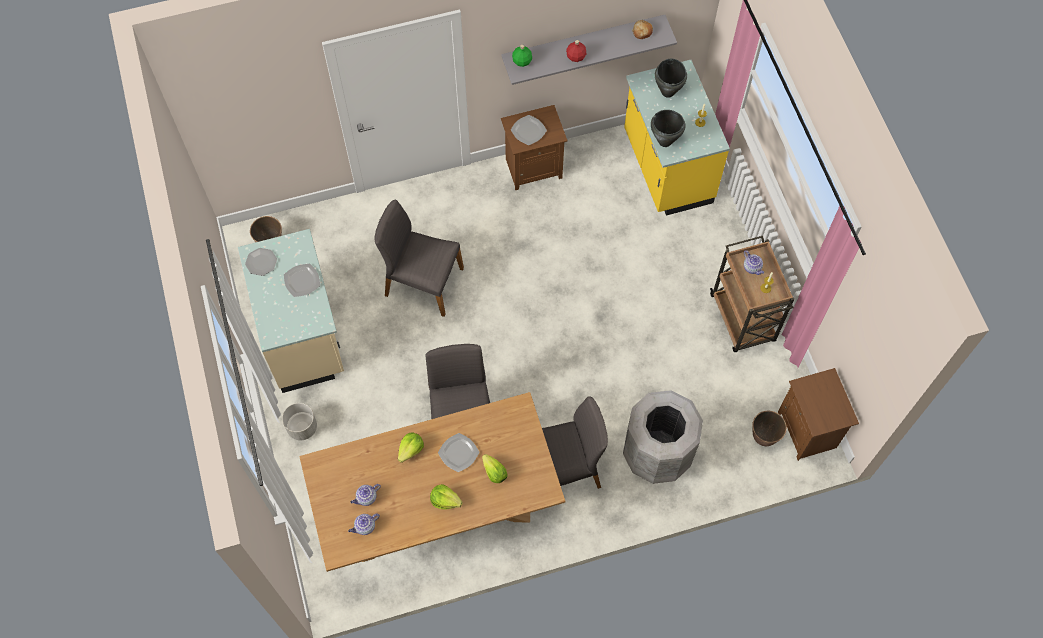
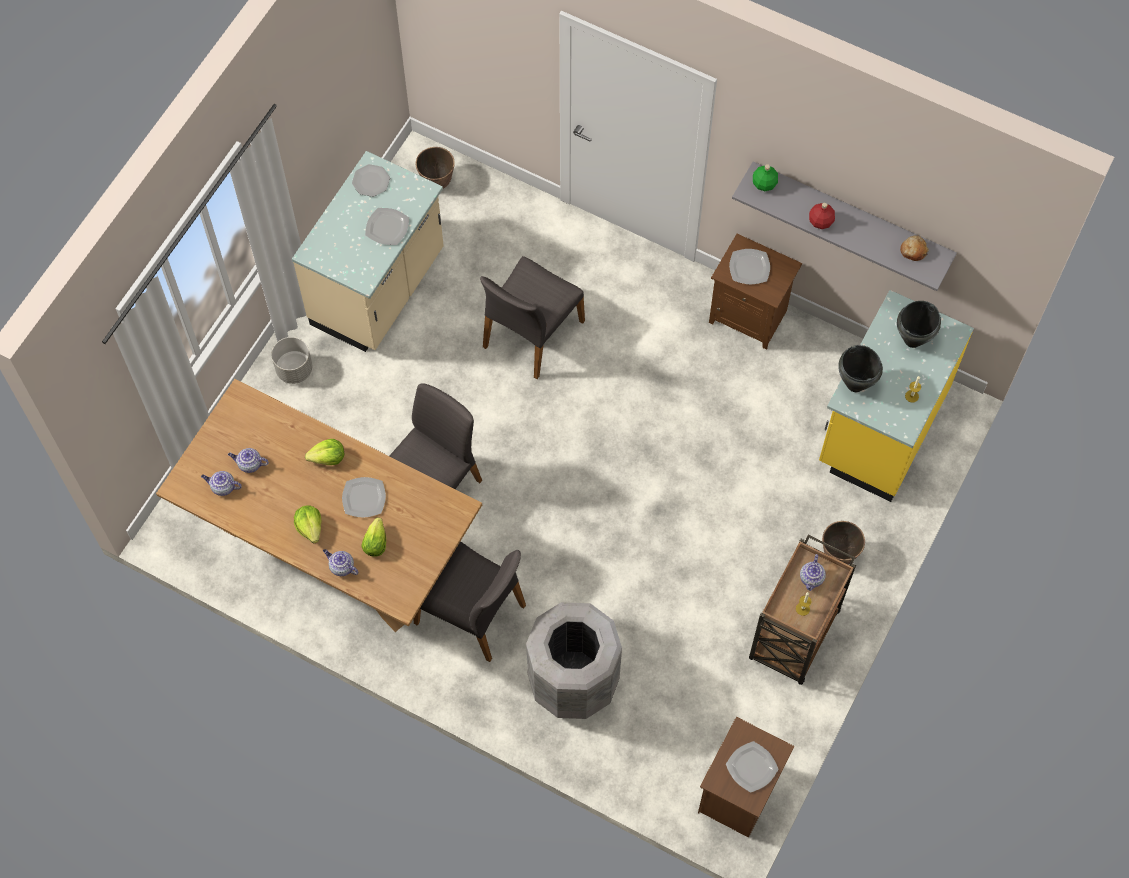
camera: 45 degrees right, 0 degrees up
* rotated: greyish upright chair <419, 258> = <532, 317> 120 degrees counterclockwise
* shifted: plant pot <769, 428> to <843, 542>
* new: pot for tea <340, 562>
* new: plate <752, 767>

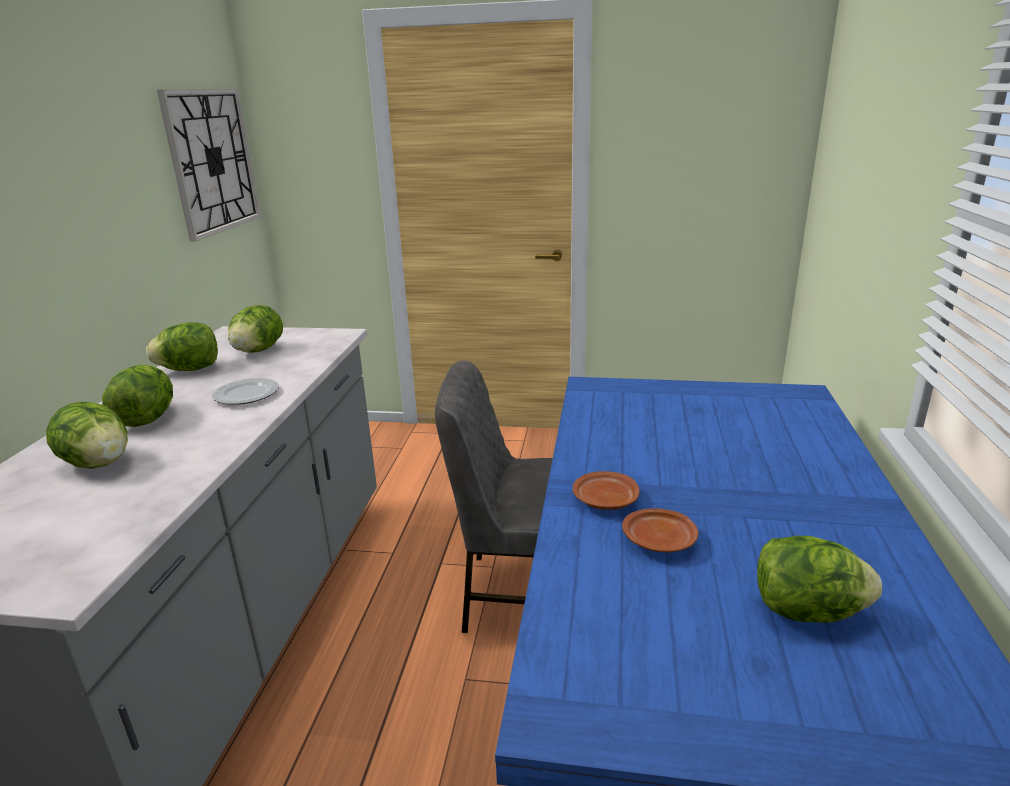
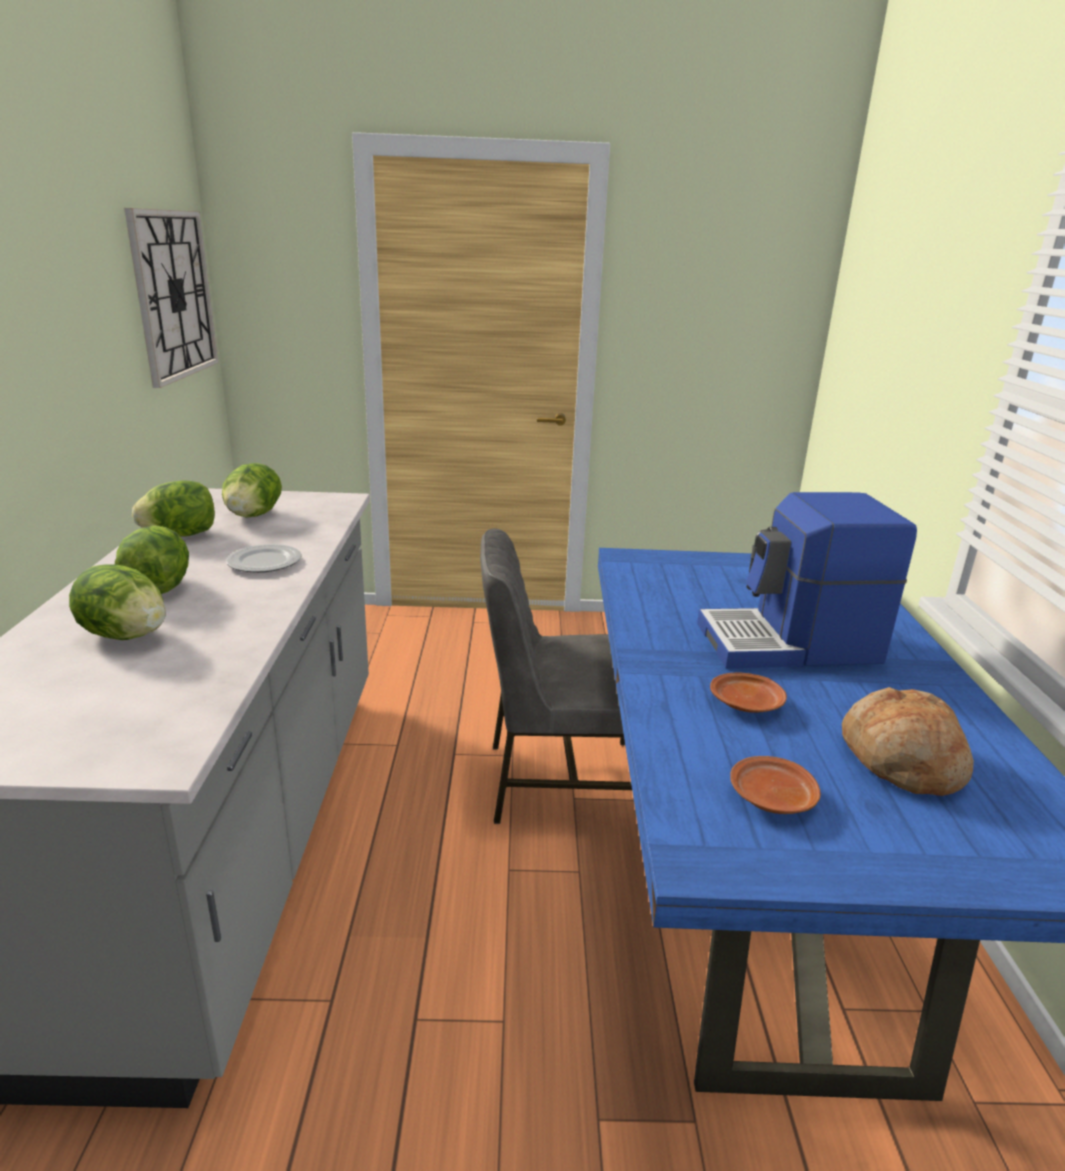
camera: 10 degrees left, 0 degrees up
* shifted: brown-coloured plate <606, 490> to <775, 785>
* swapped: lettuce <819, 579> to bread <908, 741>
* new: coffee machine <807, 580>

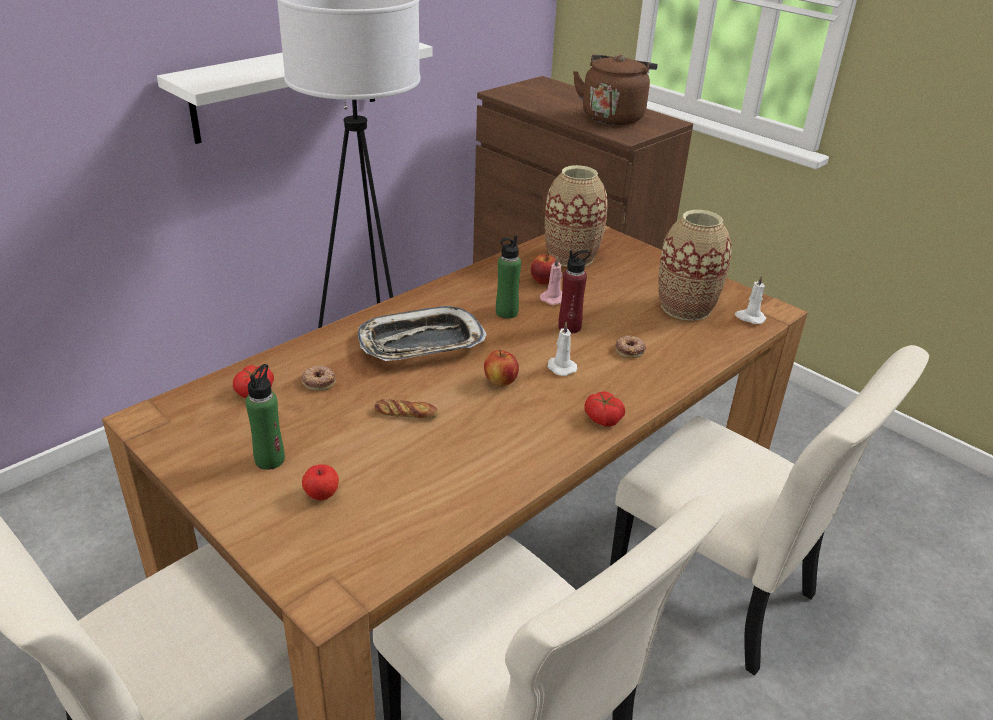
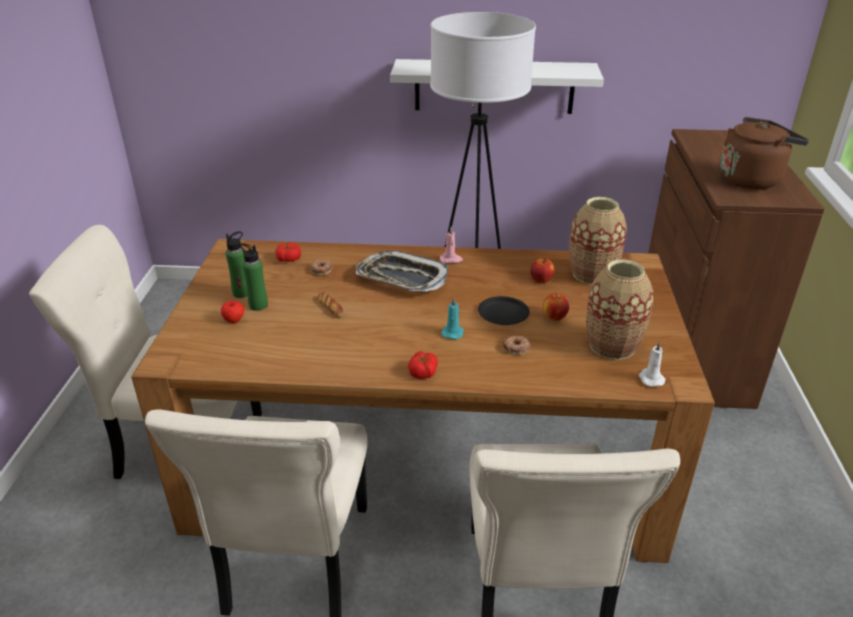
camera: 50 degrees right, 0 degrees up
* shifted: green-coloured bottle <508, 277> to <254, 277>
* swapped: red-coloured bottle <574, 292> to black-coloured plate <504, 310>
* shifted: pink-coloured wax candle <551, 280> to <451, 245>
* repainted: white wax candle <562, 349> to turquoise wax candle <452, 318>
* shifted: whole apple <501, 368> to <555, 307>

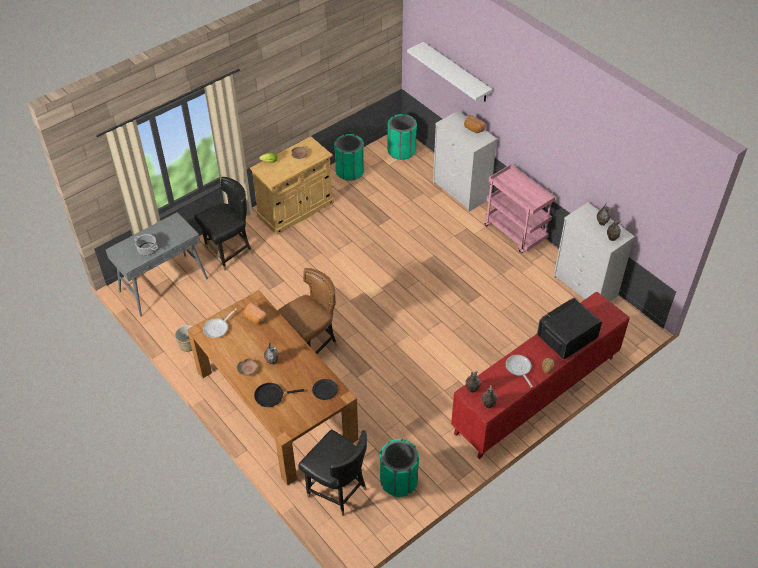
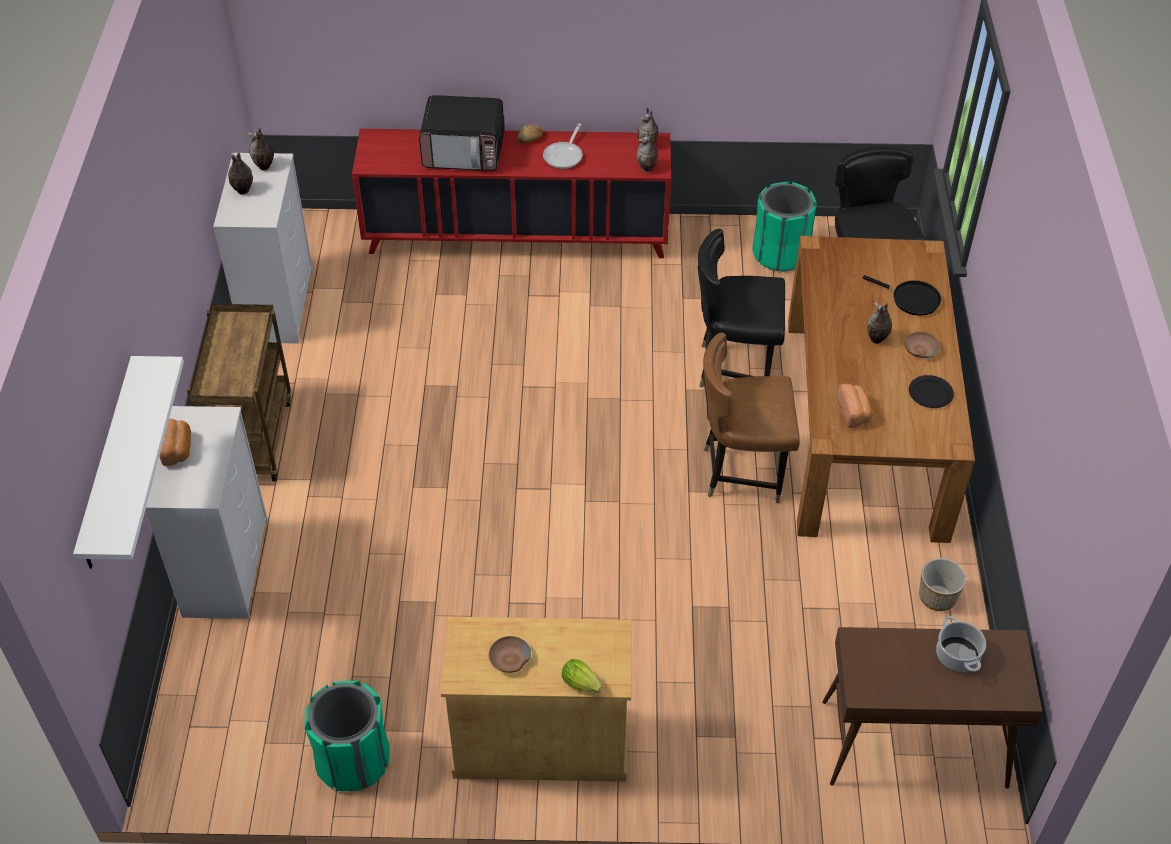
camera: 140 degrees left, 0 degrees up
* gone: green-coloured waste bin <402, 137>
* repainted: pink-coloured cart <520, 208> to brown-coloured cart <239, 392>
* shifted: black-coloured upright chair <223, 224> to <741, 308>
* repainted: greyish narrow table <157, 264> to brown-coloured narrow table <932, 708>
* gone: pan <220, 323>
* shifted: black-coloured plate <325, 389> to <931, 391>

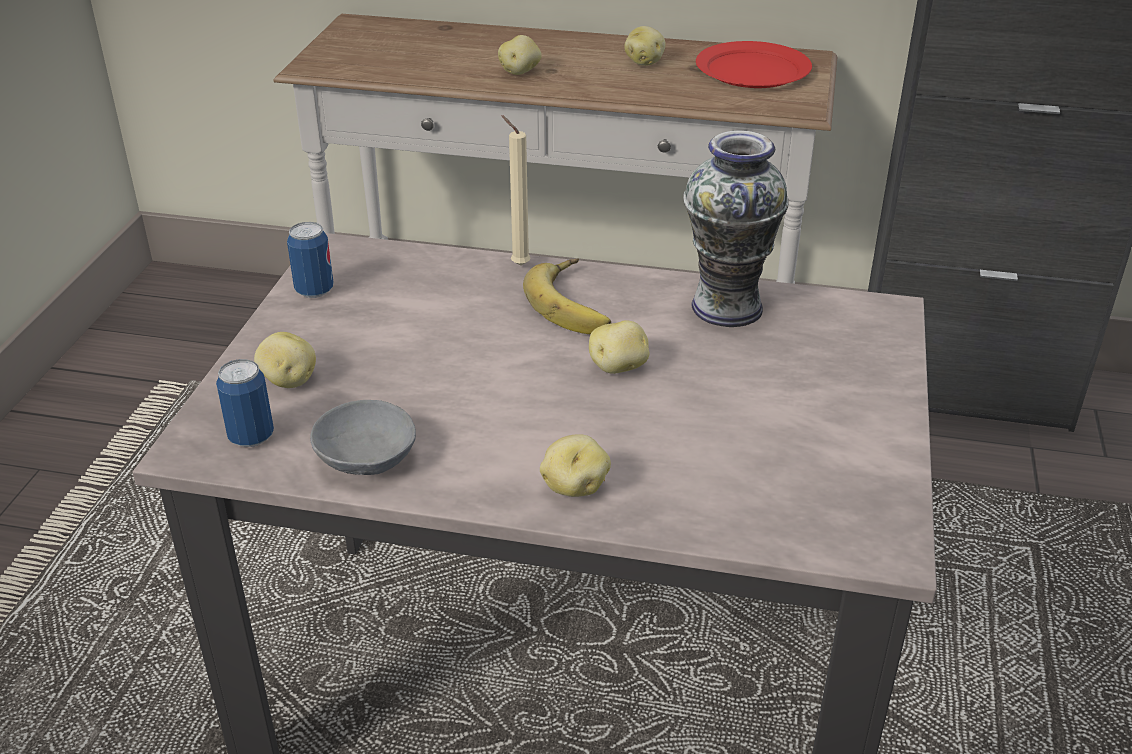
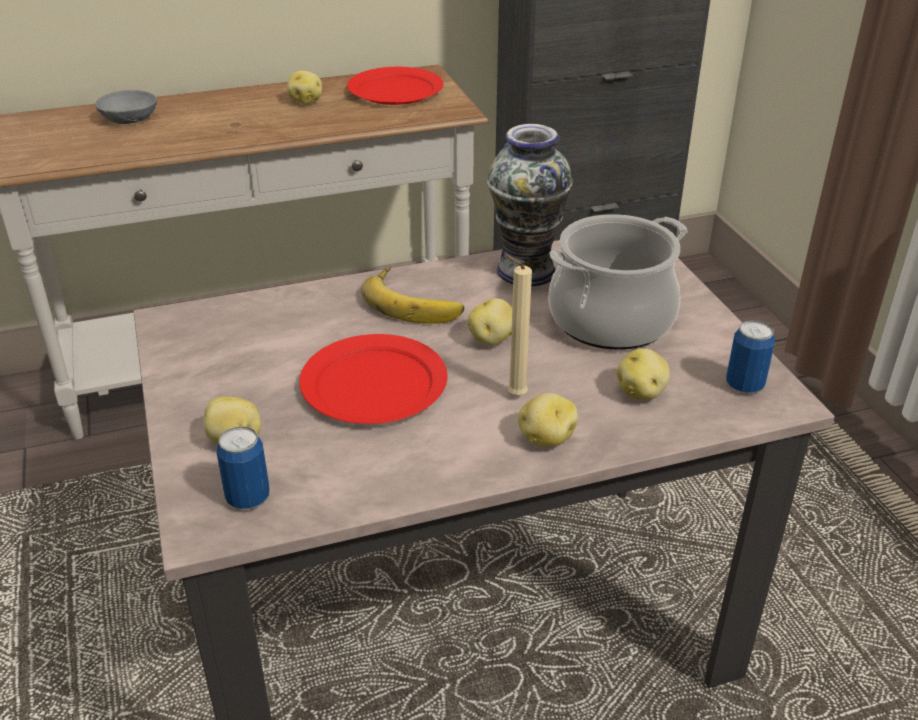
camera: 30 degrees left, 0 degrees up
* shifted: potato <520, 55> to <643, 374>
* shifted: beige wax candle <516, 190> to <518, 325>
* shifted: metal can <310, 260> to <750, 357>
* shifted: greyish bowl <363, 437> to <126, 107>
* new: cooking pot <618, 282>
* new: red-coloured plate <373, 379>

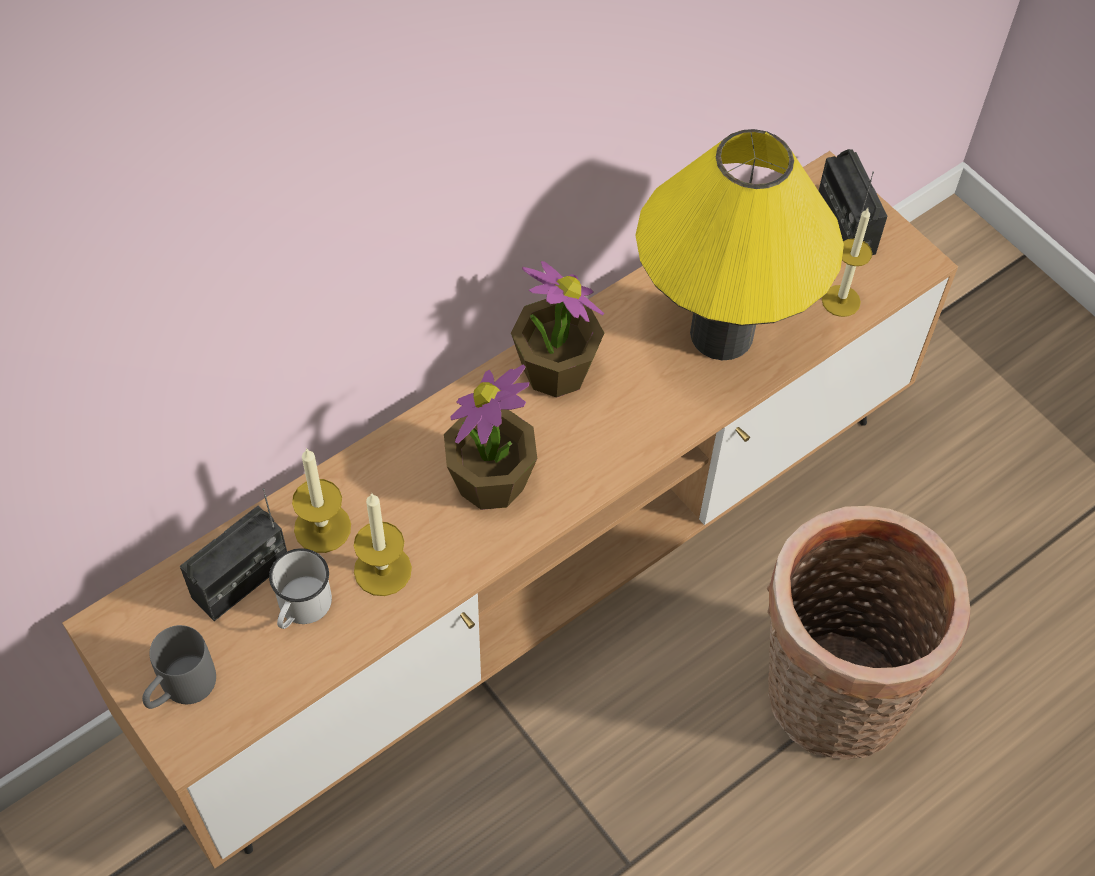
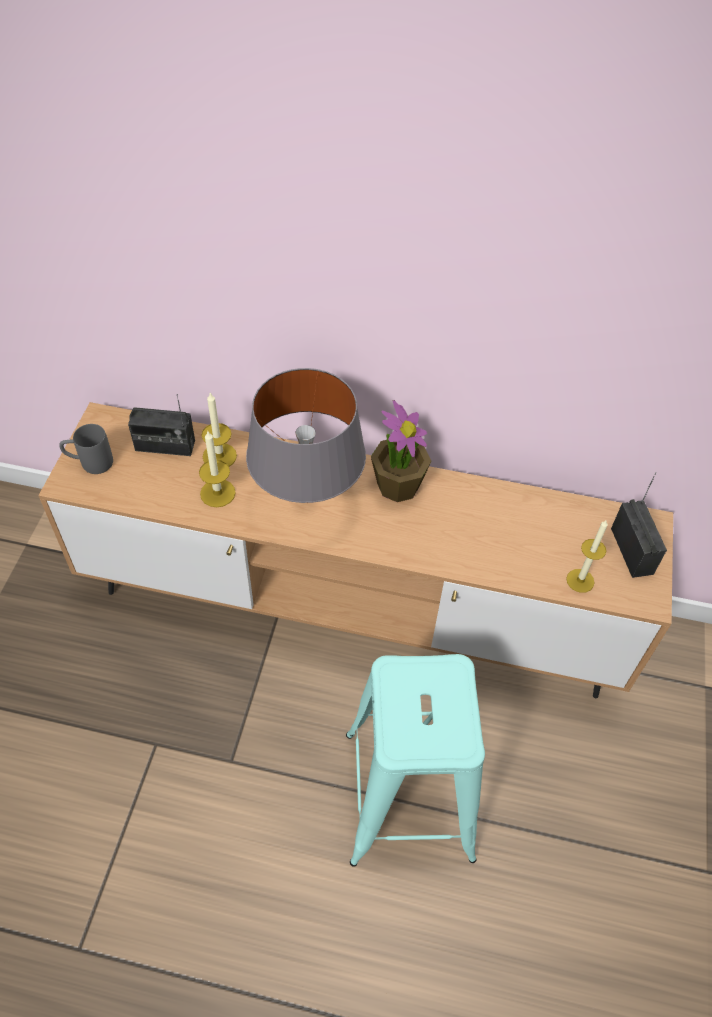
camera: 50 degrees right, 5 degrees down
* gone: yellowish lamp for a table <740, 244>
* rotated: radio set <852, 202> = <639, 525> 135 degrees clockwise
* swapped: houseplant <490, 437> to greyish lamp for a table <306, 435>
* swapped: household basket <868, 633> to turquoise stool seat <415, 760>
* gone: white mug <300, 588>

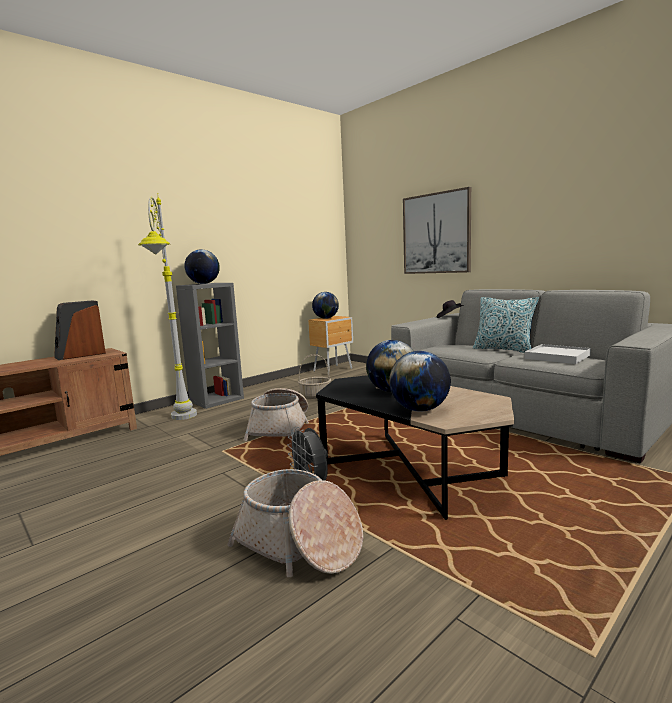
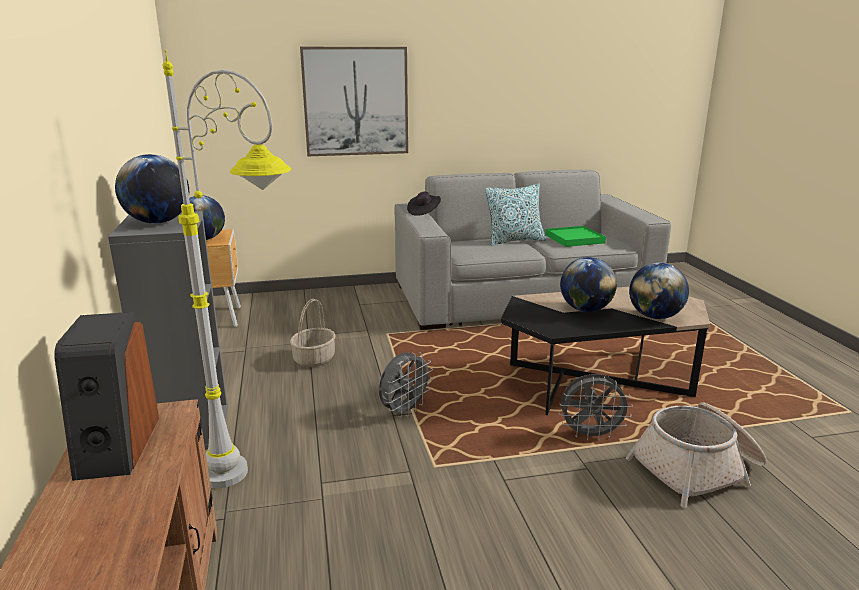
camera: 60 degrees left, 10 degrees up
* repainted: white serving tray <558, 354> to green-coloured serving tray <575, 236>
* swapped: household basket <276, 414> to greyish electric fan <406, 385>

